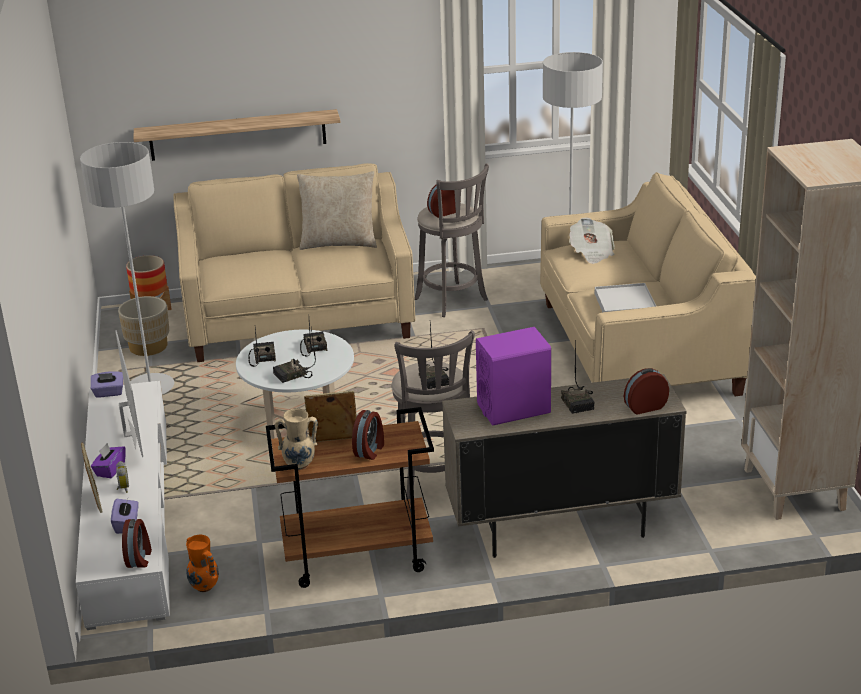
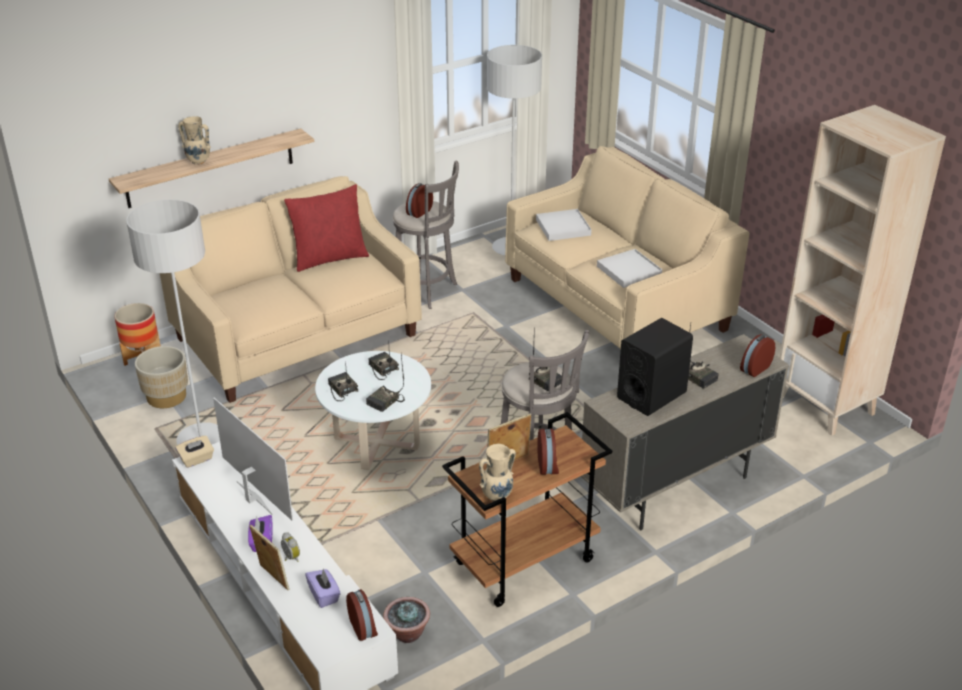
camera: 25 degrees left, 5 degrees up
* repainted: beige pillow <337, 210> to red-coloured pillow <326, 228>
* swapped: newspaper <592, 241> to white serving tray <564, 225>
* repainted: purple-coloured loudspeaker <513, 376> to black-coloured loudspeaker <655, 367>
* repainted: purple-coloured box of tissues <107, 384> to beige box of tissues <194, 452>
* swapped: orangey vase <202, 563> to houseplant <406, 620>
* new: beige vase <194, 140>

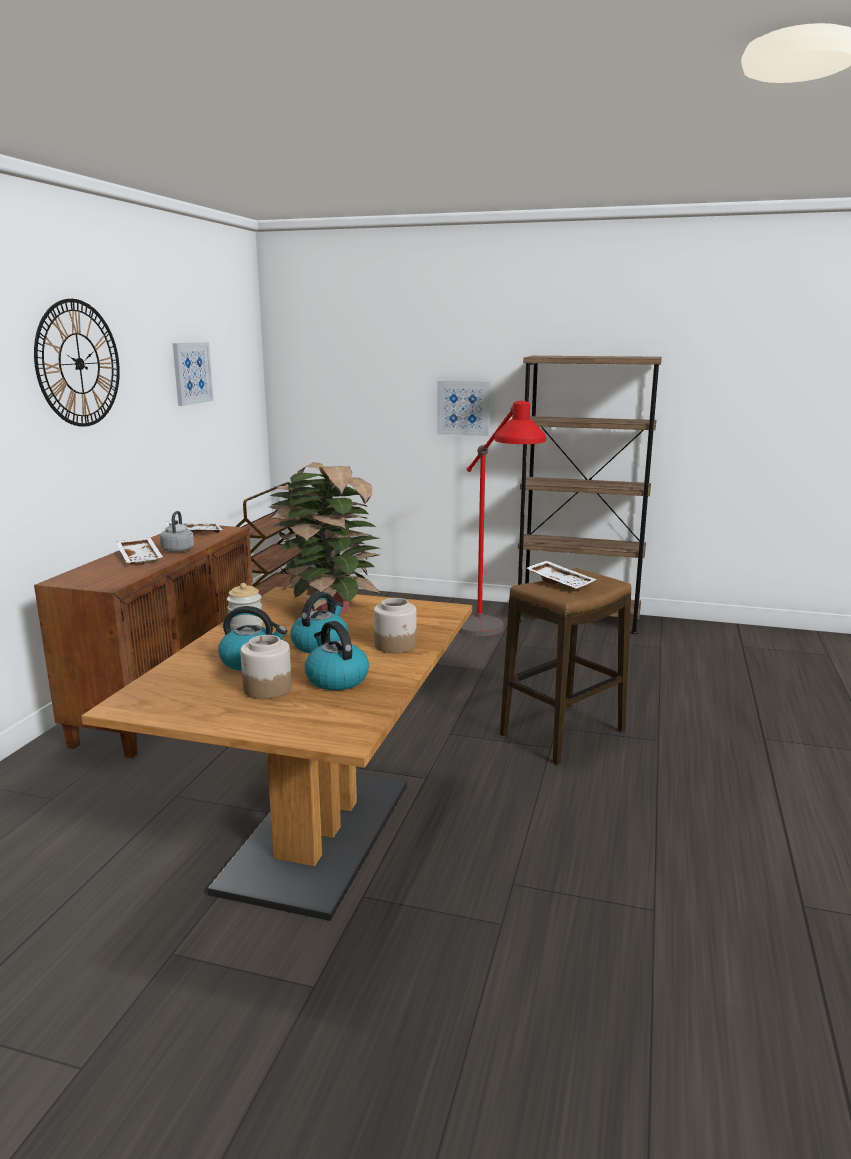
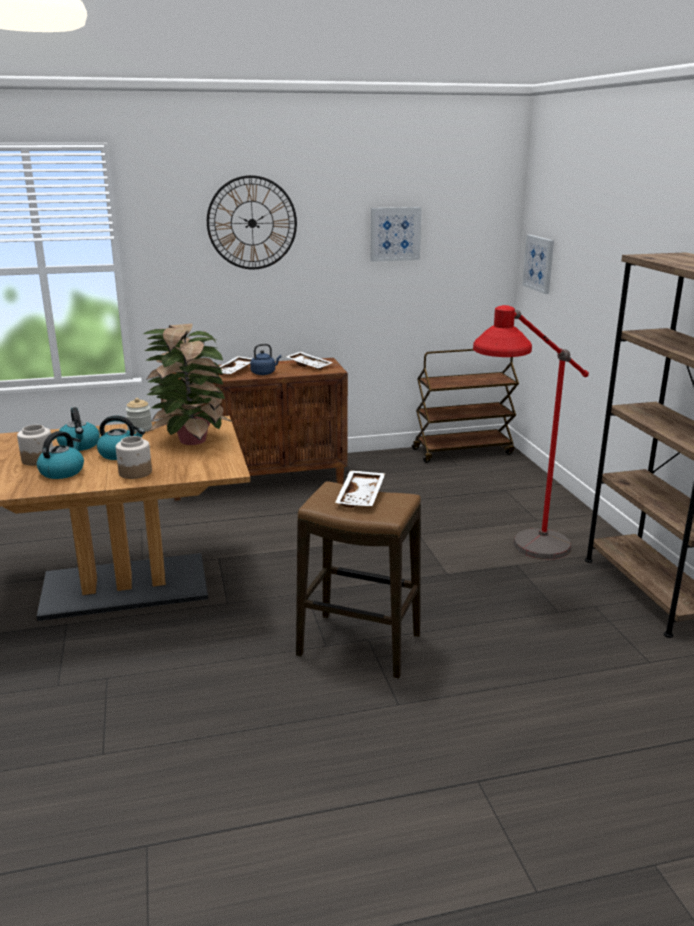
camera: 60 degrees right, 5 degrees up
* shifted: picture <463, 408> to <538, 264>
* repainted: greyish tea kettle <177, 532> to blue-coloured tea kettle <266, 359>

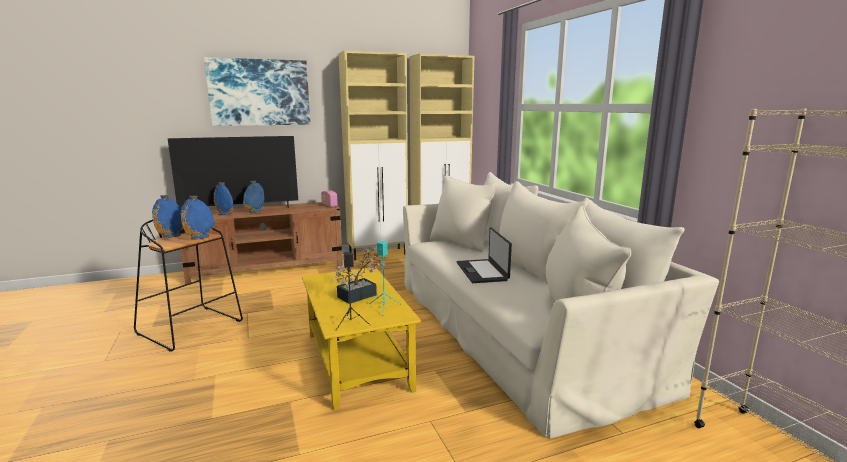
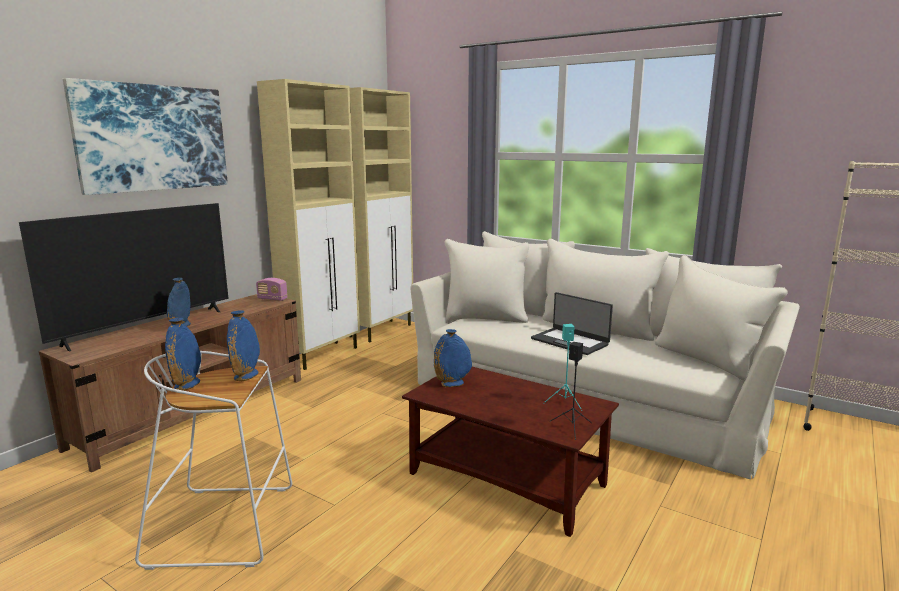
camera: 35 degrees left, 0 degrees up
* shifted: blue-coloured vase <223, 198> to <453, 358>
* repainted: black-coloured stool seat <188, 286> to white stool seat <213, 460>
* gone: houseplant <359, 276>
* repainted: yellowish coffee table <361, 338> to brown-coloured coffee table <510, 452>

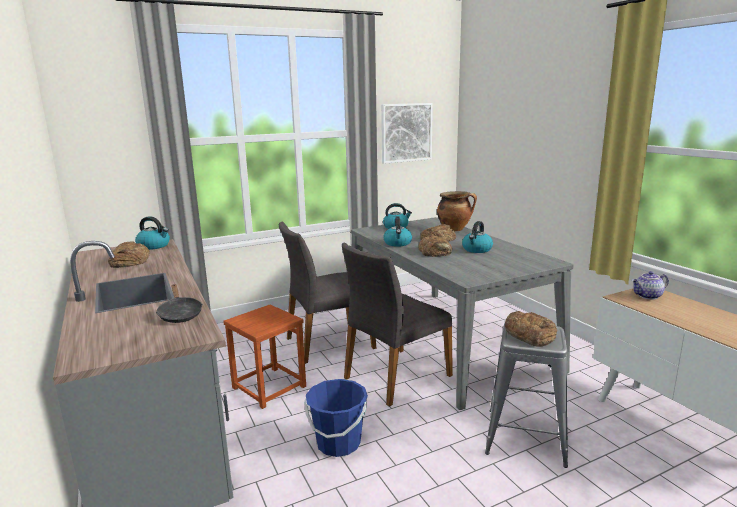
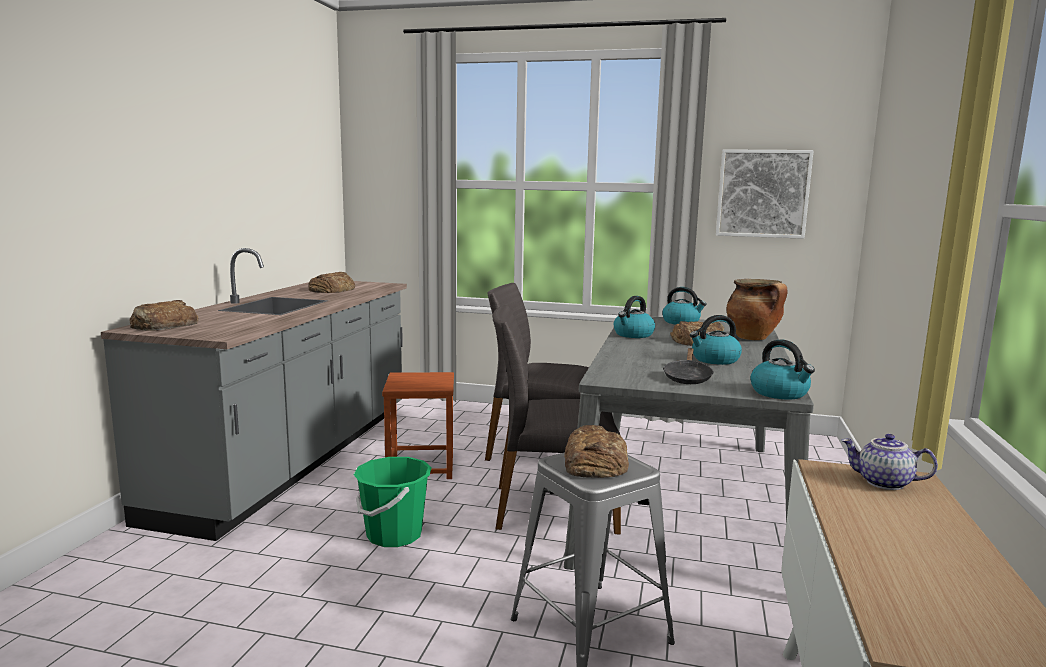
camera: 40 degrees right, 5 degrees down
* shifted: tea kettle <152, 233> to <782, 369>
* shifted: bread <435, 246> to <164, 315>
* shifted: black-coloured pan <179, 303> to <688, 366>
* repainted: blue-coloured water bucket <336, 418> to green-coloured water bucket <393, 502>

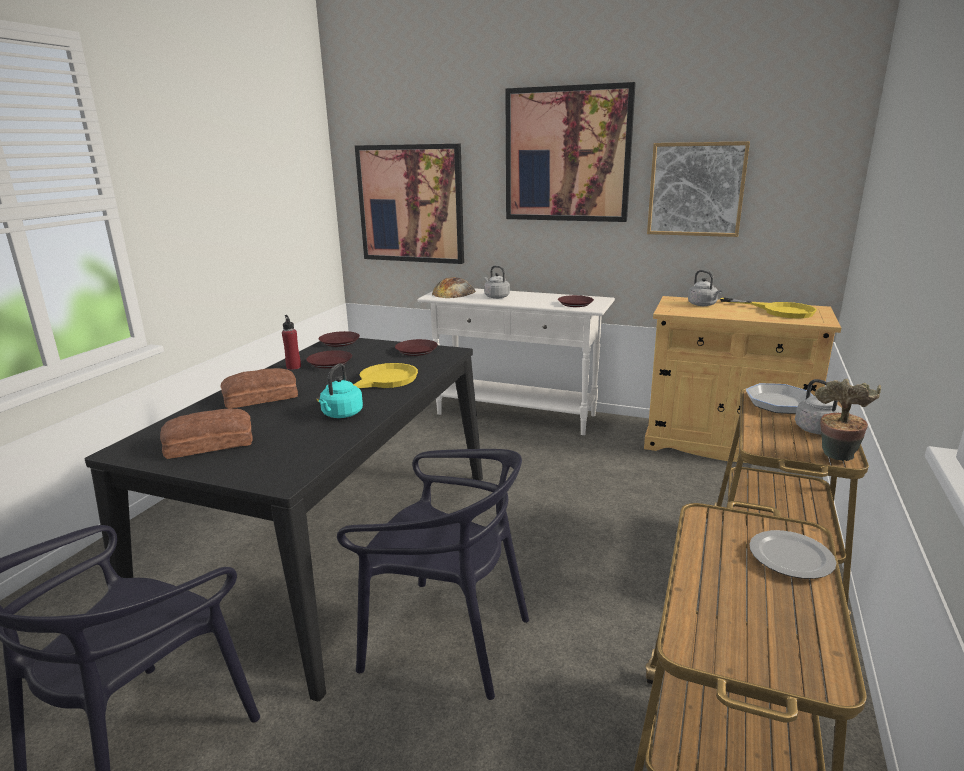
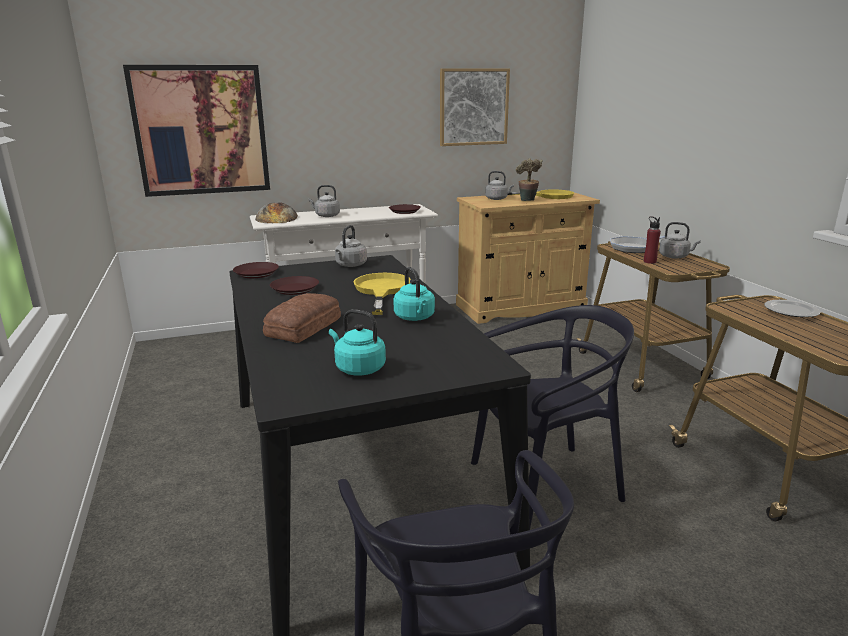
camera: 40 degrees left, 0 degrees up
* gone: picture <571, 152>
* shifted: red-coloured bottle <291, 342> to <652, 240>
* swapped: brown-coloured plate <416, 347> to greyish tea kettle <351, 246>
* shifted: houseplant <848, 420> to <529, 179>
* swapped: bread <206, 434> to turquoise tea kettle <357, 342>

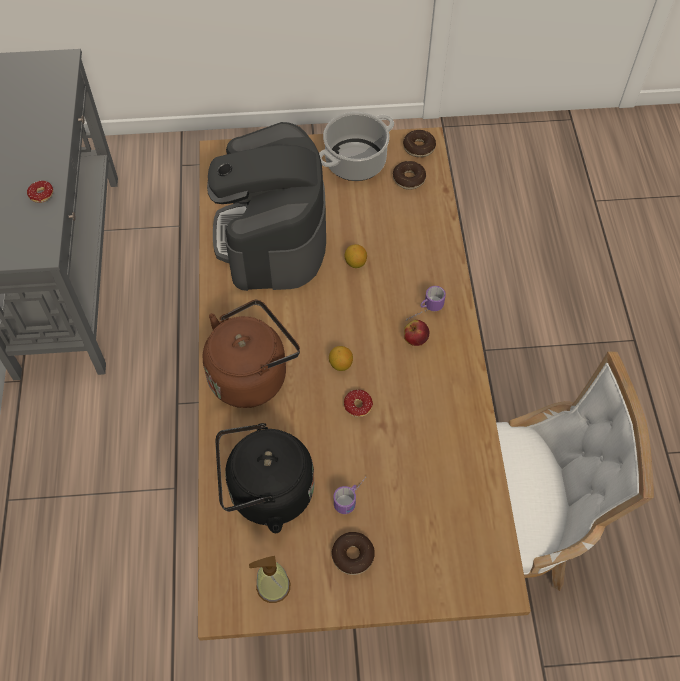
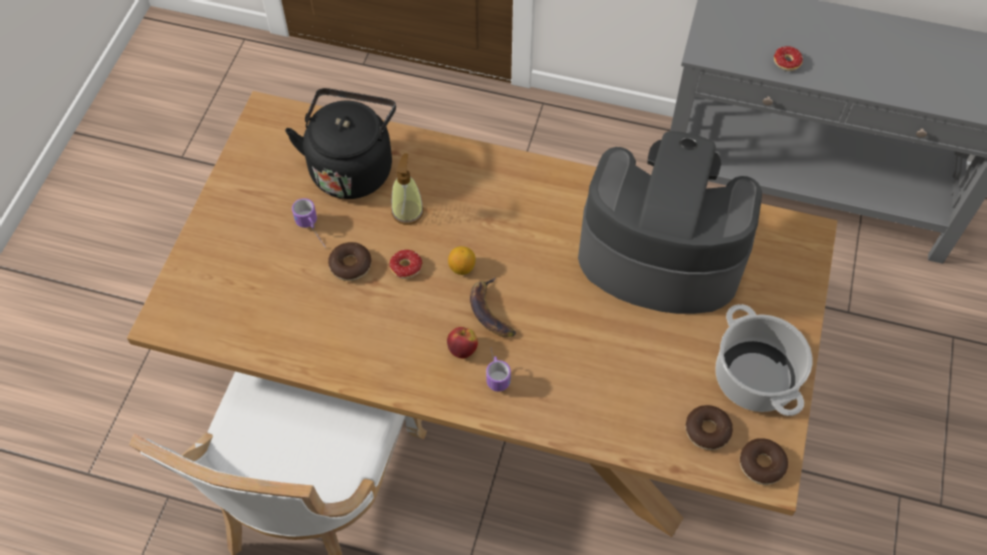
camera: 110 degrees right, 0 degrees up
* gone: lemon <355, 256>
* gone: brown-coloured tea kettle <251, 354>
* shifted: doughnut <353, 553> to <349, 261>
* shifted: liquid soap bottle <269, 579> to <407, 189>
* new: whole banana <493, 307>

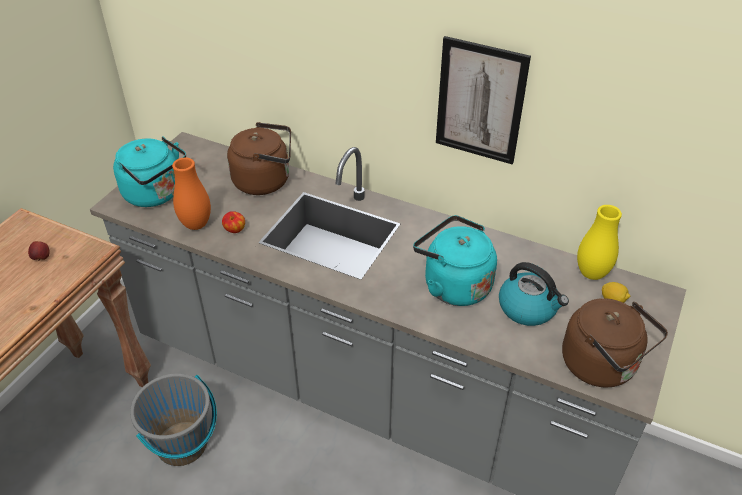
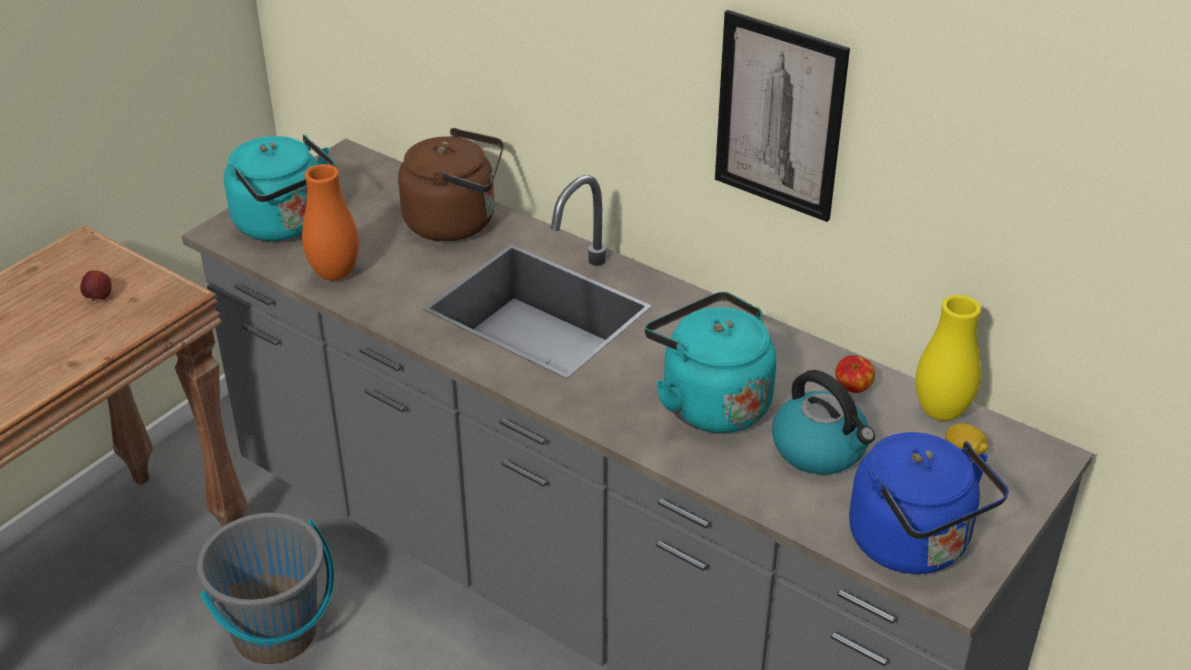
camera: 10 degrees right, 5 degrees down
* shifted: whole apple <233, 222> to <855, 374>
* repainted: brown-coloured tea kettle <615, 342> to blue-coloured tea kettle <929, 503>

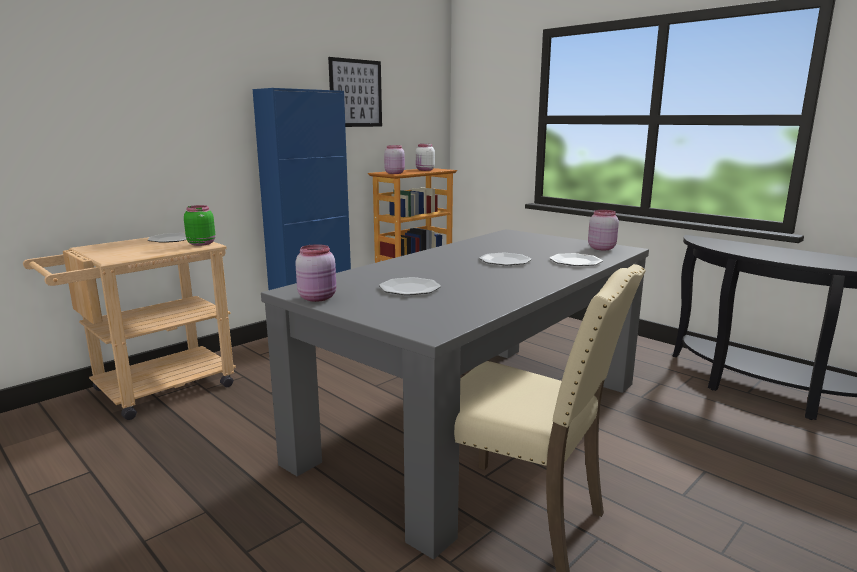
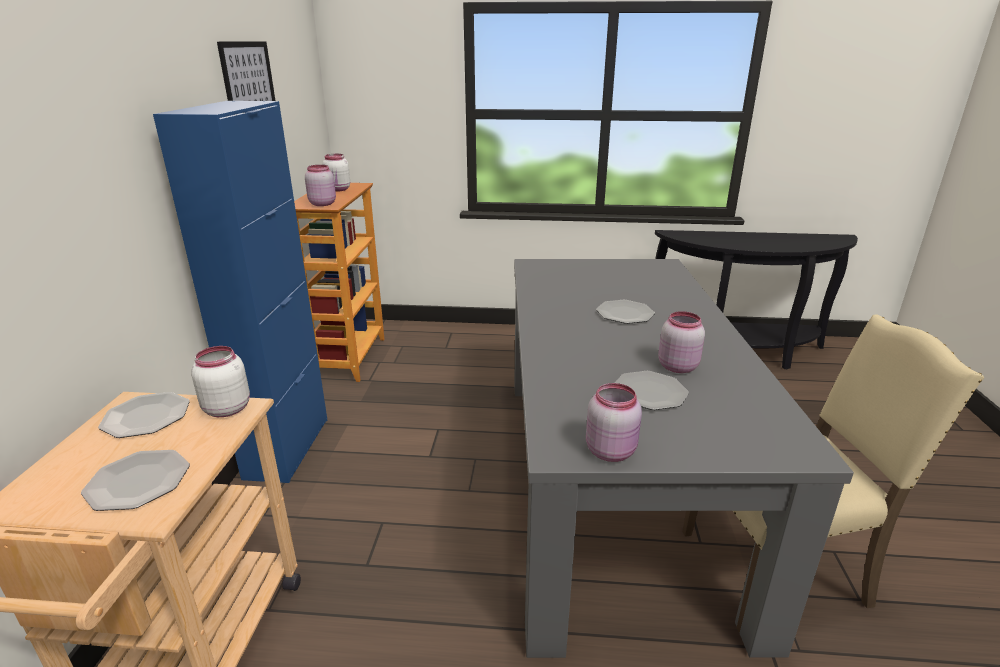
camera: 40 degrees left, 10 degrees up
* repainted: green-coloured storage jar <199, 225> to white storage jar <220, 381>
* shifted: pink-coloured storage jar <603, 230> to <681, 342>
* shifted: plate <576, 259> to <135, 480>

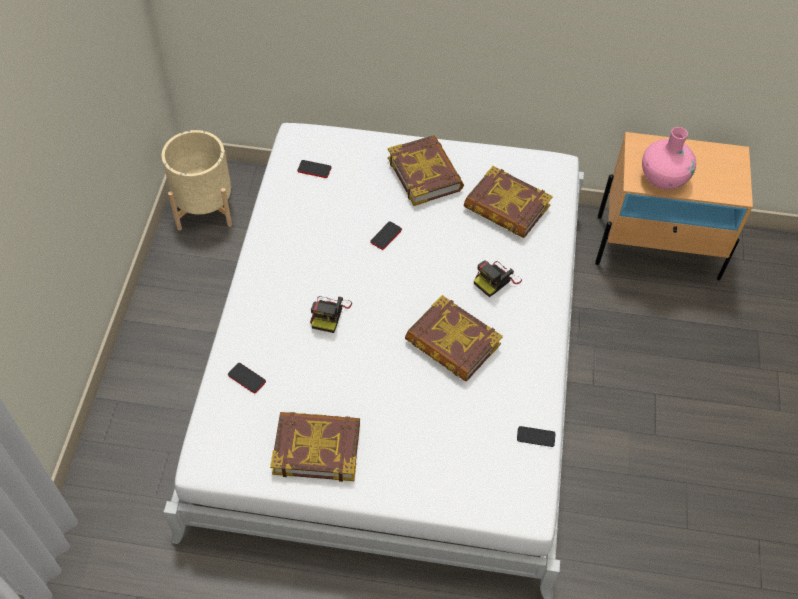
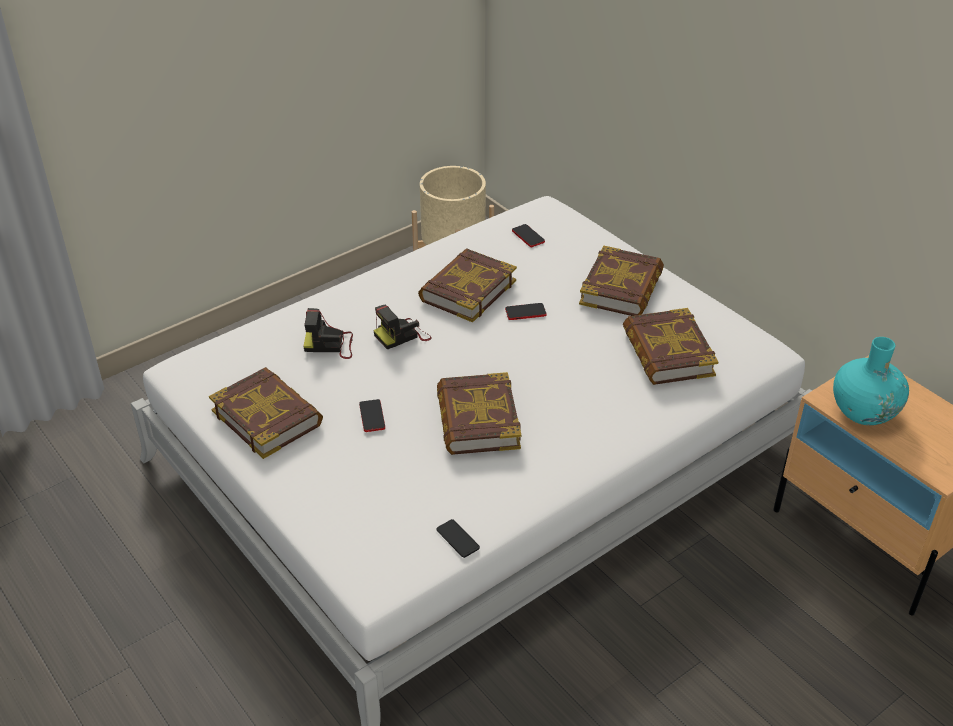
camera: 45 degrees right, 15 degrees down
* repainted: pink-coloured vase <669, 158> to turquoise vase <871, 381>
* shifted: still camera <498, 278> to <328, 333>
* shifted: telephone <247, 378> to <372, 415>
* new: volume <467, 285>

